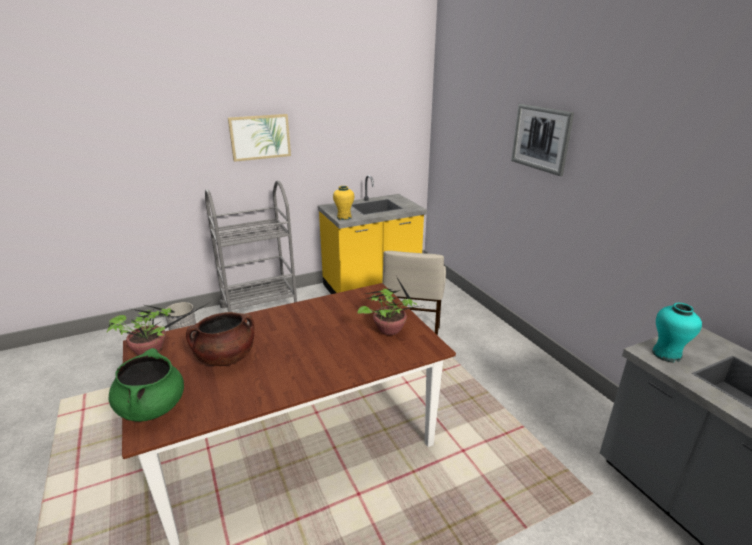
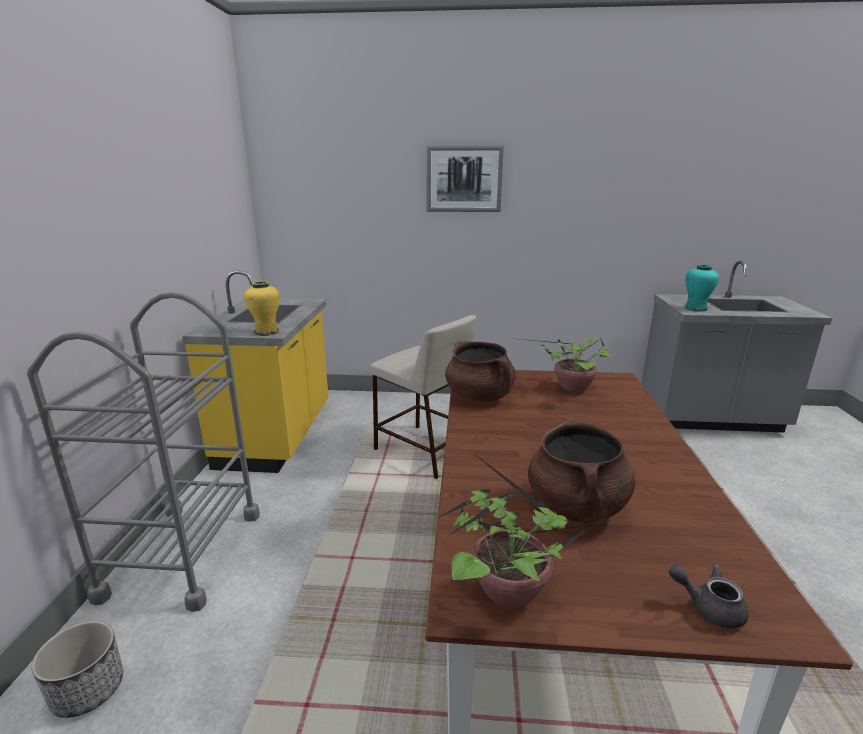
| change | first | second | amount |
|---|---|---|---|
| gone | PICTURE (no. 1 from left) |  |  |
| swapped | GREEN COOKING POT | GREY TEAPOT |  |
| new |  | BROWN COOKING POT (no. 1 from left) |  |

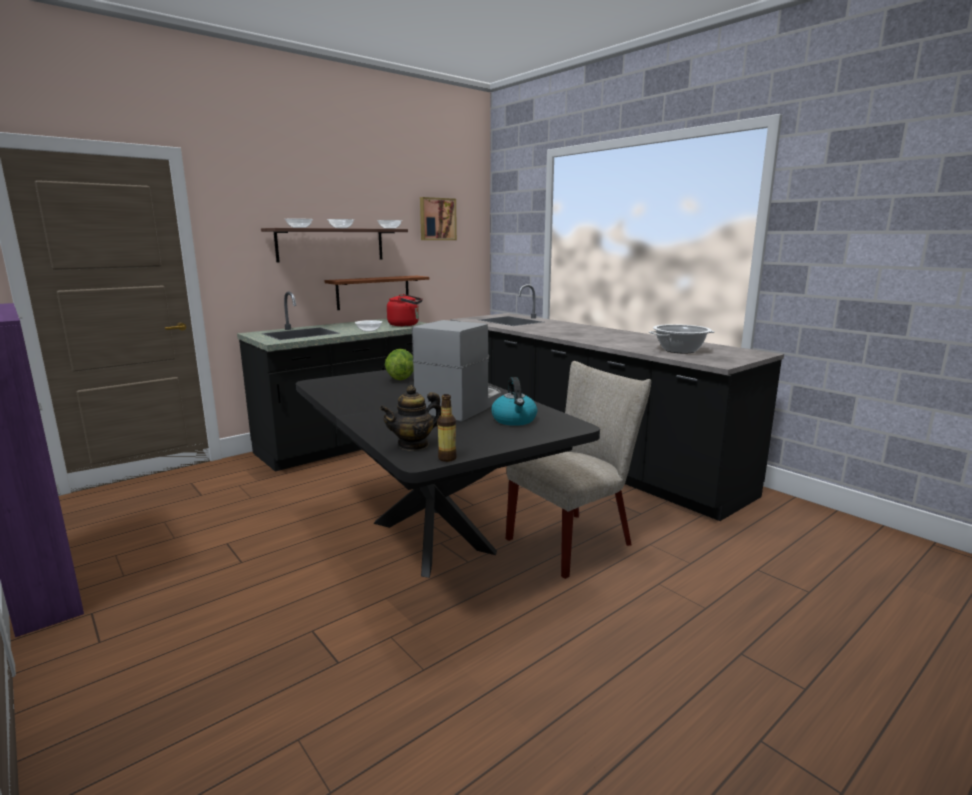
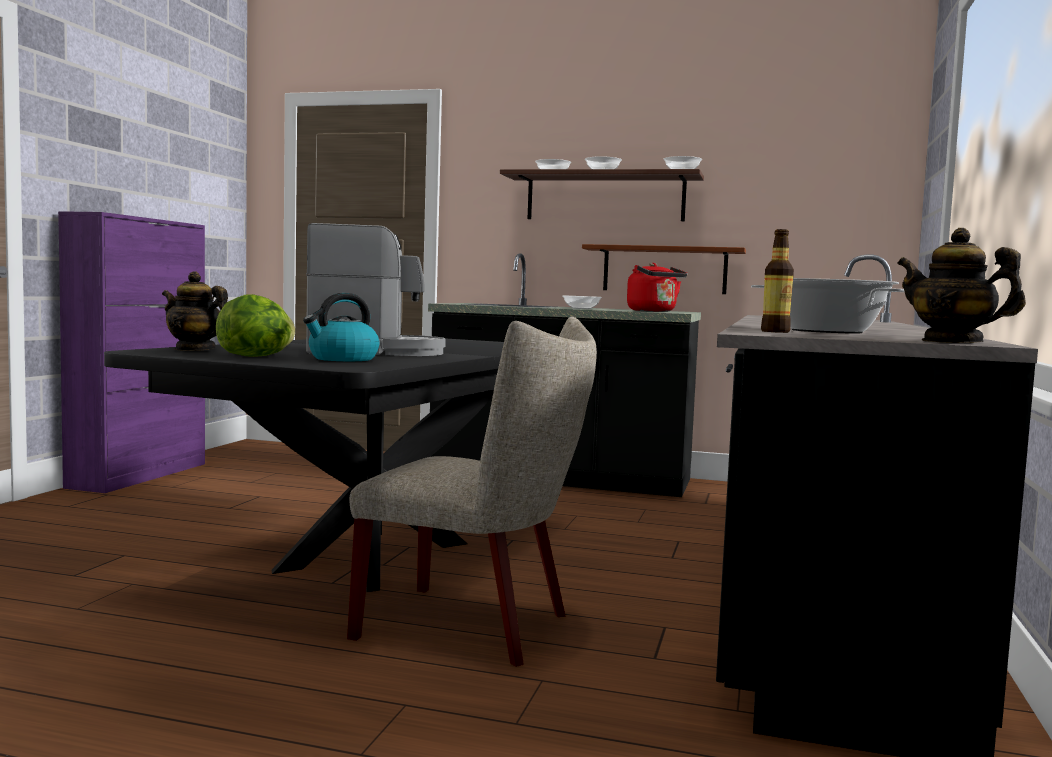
| change | first | second | amount |
|---|---|---|---|
| gone | PICTURE |  |  |
| shifted | LETTUCE |  |  |
| shifted | BOTTLE |  |  |
| new |  | TEAPOT (no. 2 from left) |  |

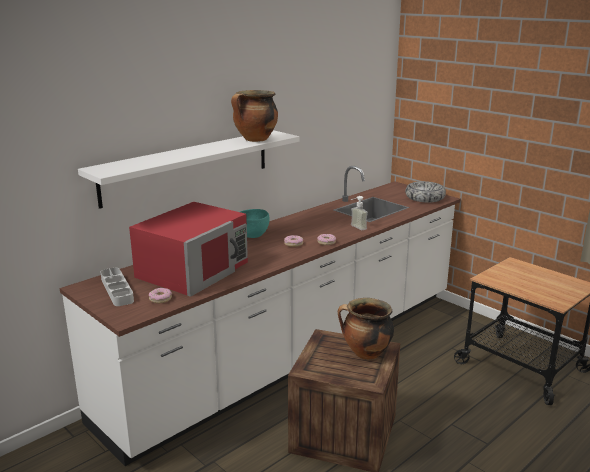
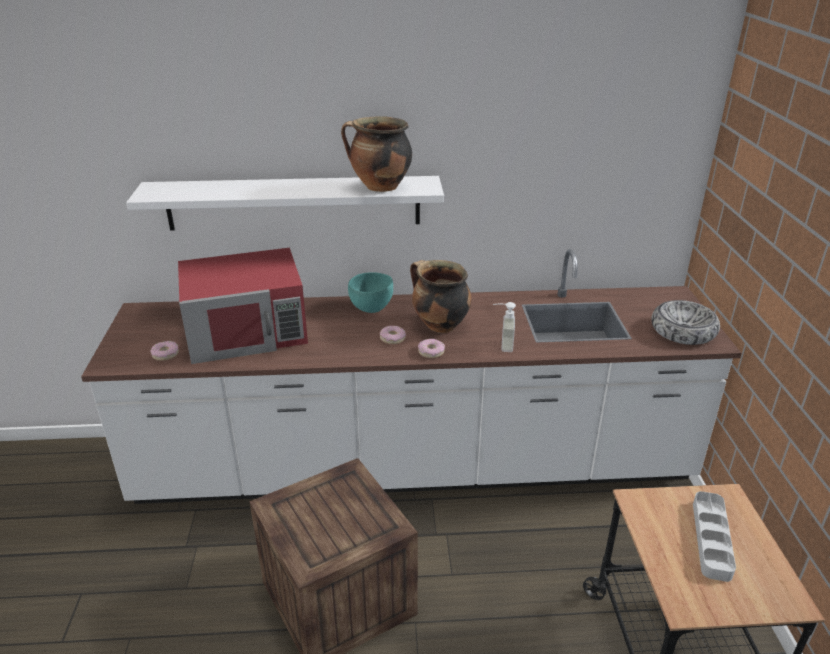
| change | first | second | amount |
|---|---|---|---|
| shifted | GREY TRAY |  |  |
| shifted | COOKING POT (no. 2 from left) |  |  |

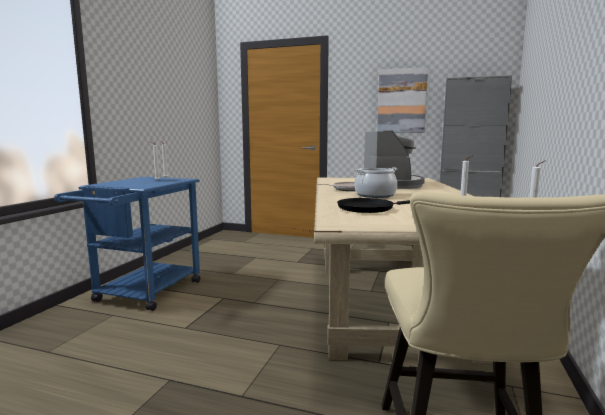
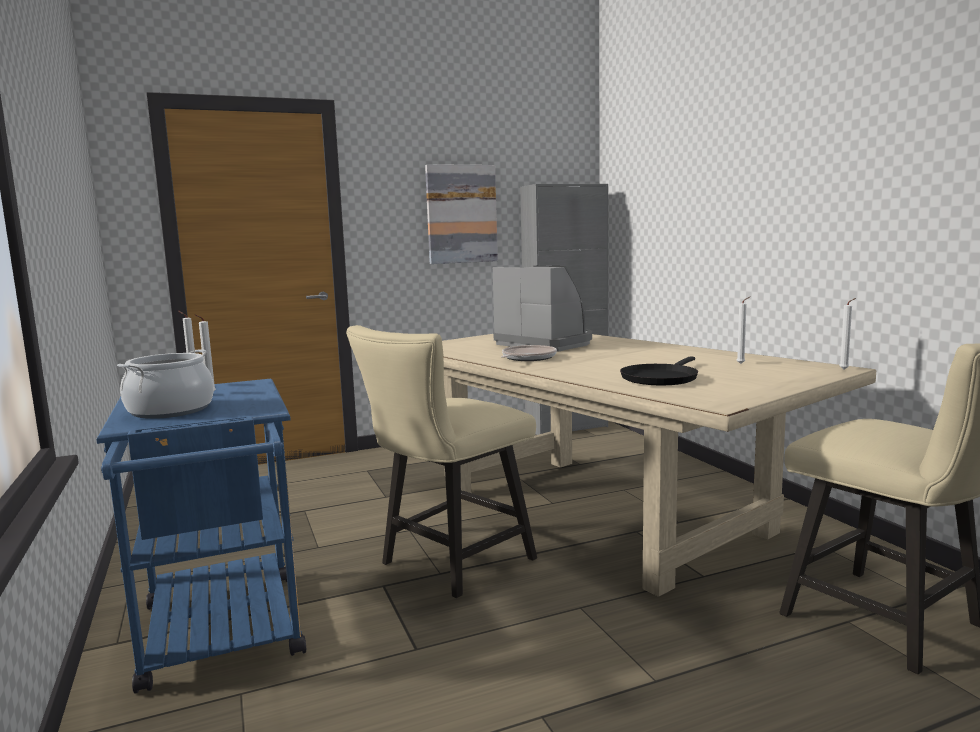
| change | first | second | amount |
|---|---|---|---|
| shifted | COOKING POT |  |  |
| new |  | BEIGE CHAIR (no. 1 from left) |  |

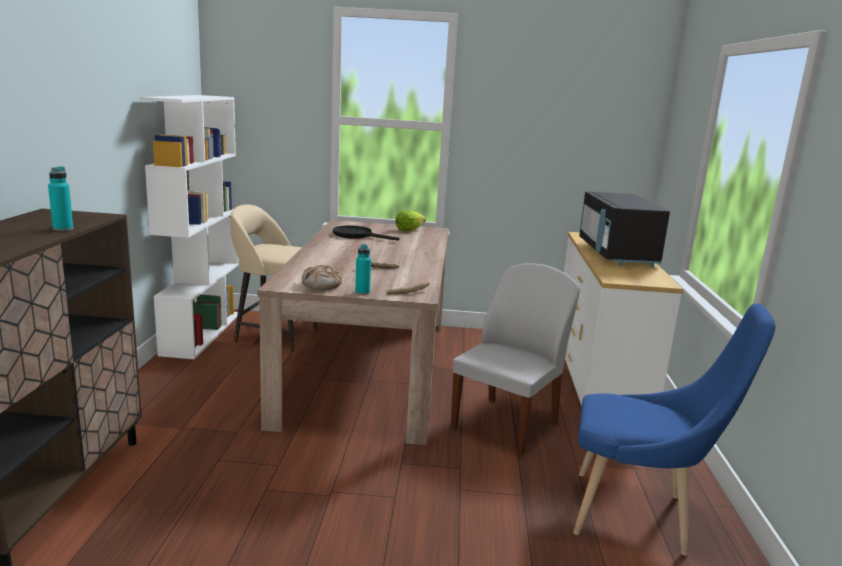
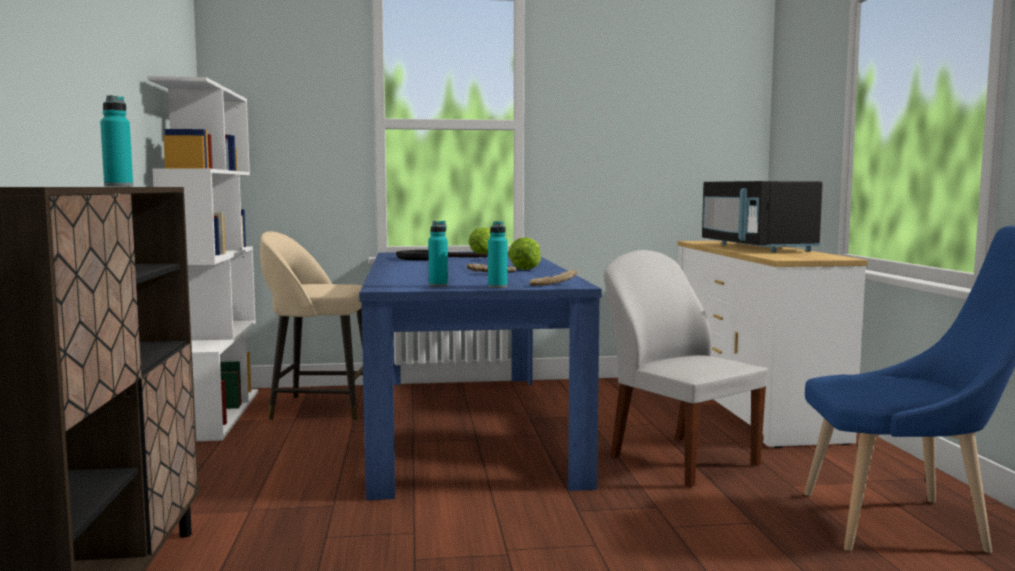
| change | first | second | amount |
|---|---|---|---|
| repainted | BEIGE DINING TABLE | BLUE DINING TABLE |  |
| rotated | WHITE CHAIR |  | 60 degrees counterclockwise |
| swapped | BREAD (no. 1 from left) | TURQUOISE BOTTLE (no. 2 from left) |  |
| new |  | LETTUCE (no. 2 from left) |  |

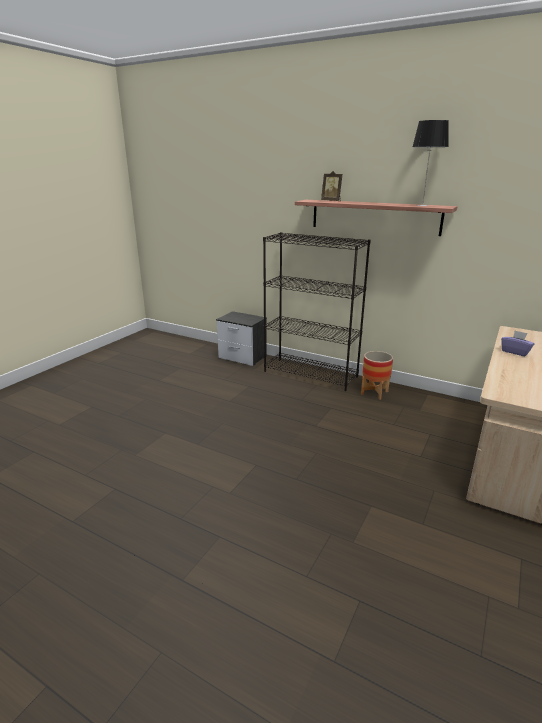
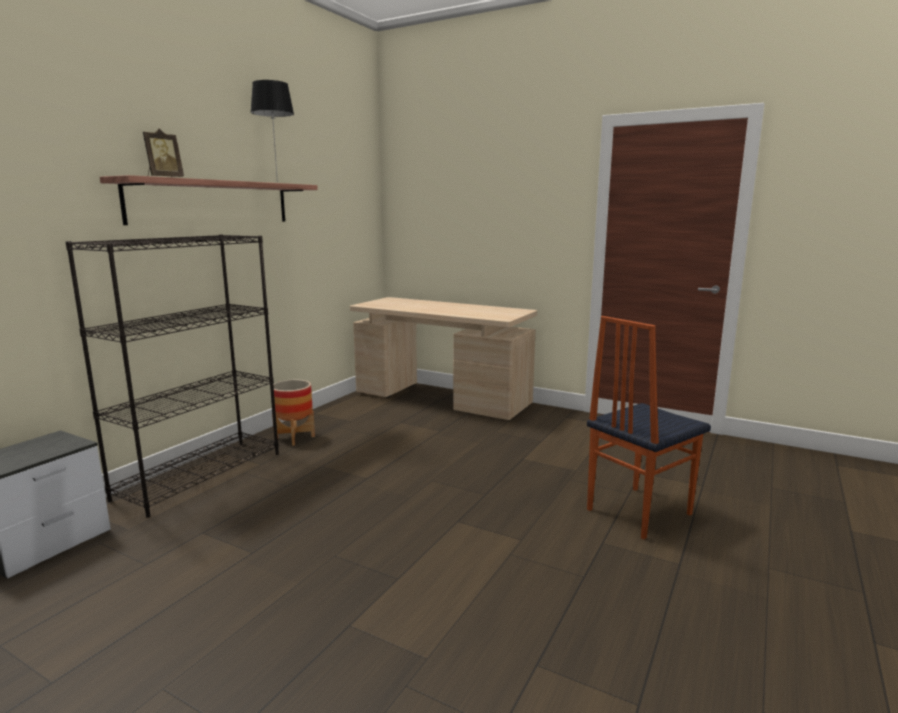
| change | first | second | amount |
|---|---|---|---|
| gone | PURPLE TISSUE BOX |  |  |
| new |  | CHAIR |  |

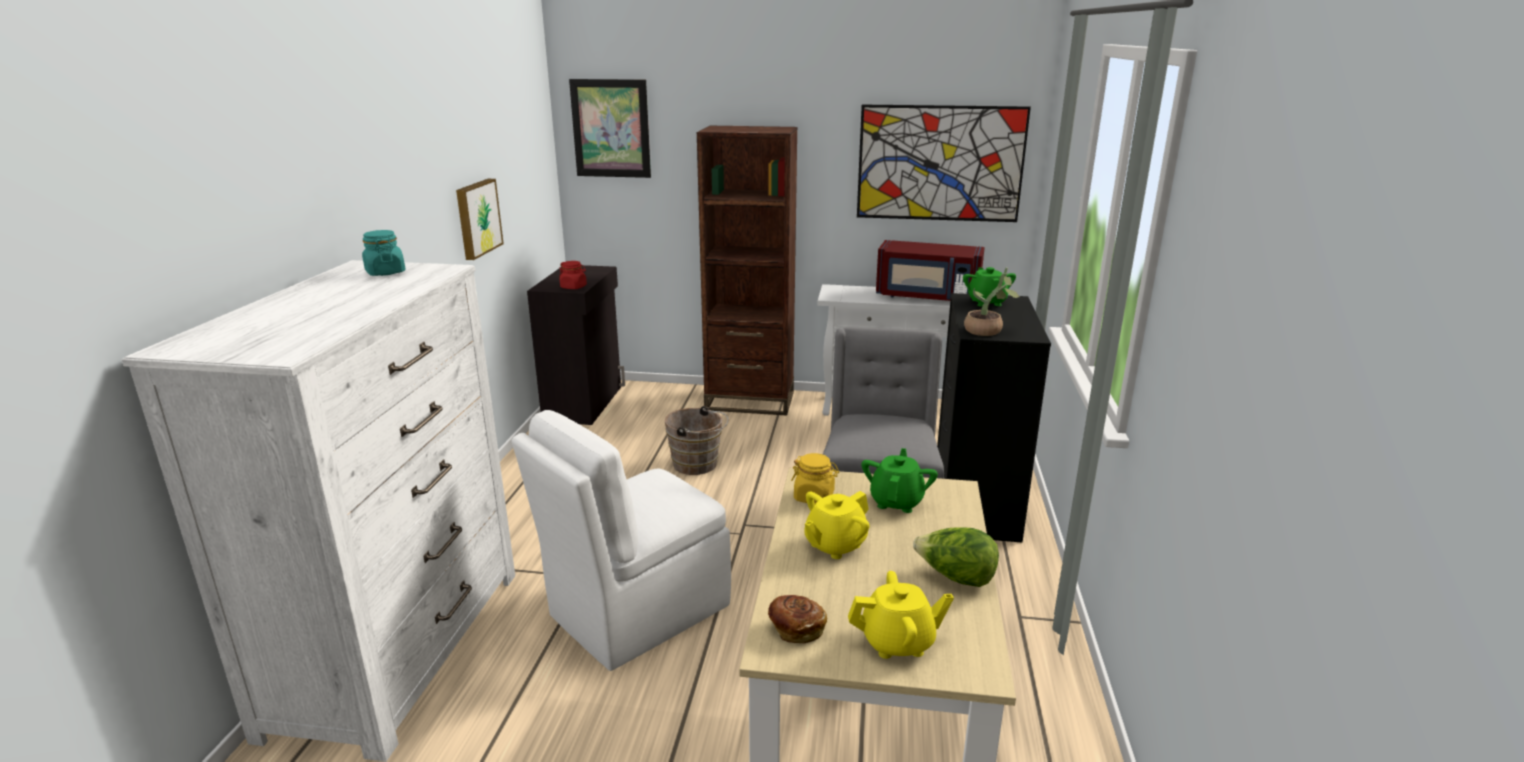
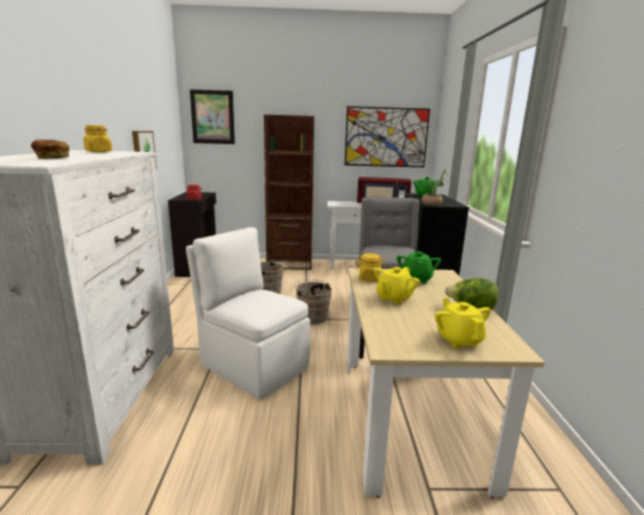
| change | first | second | amount |
|---|---|---|---|
| repainted | TURQUOISE JAR | YELLOW JAR (no. 1 from left) |  |
| rotated | WHITE CHAIR |  | 90 degrees clockwise |
| rotated | YELLOW TEAPOT (no. 2 from left) |  | 90 degrees counterclockwise |
| shifted | BREAD |  |  |
| new |  | BROWN BUCKET (no. 2 from left) |  |

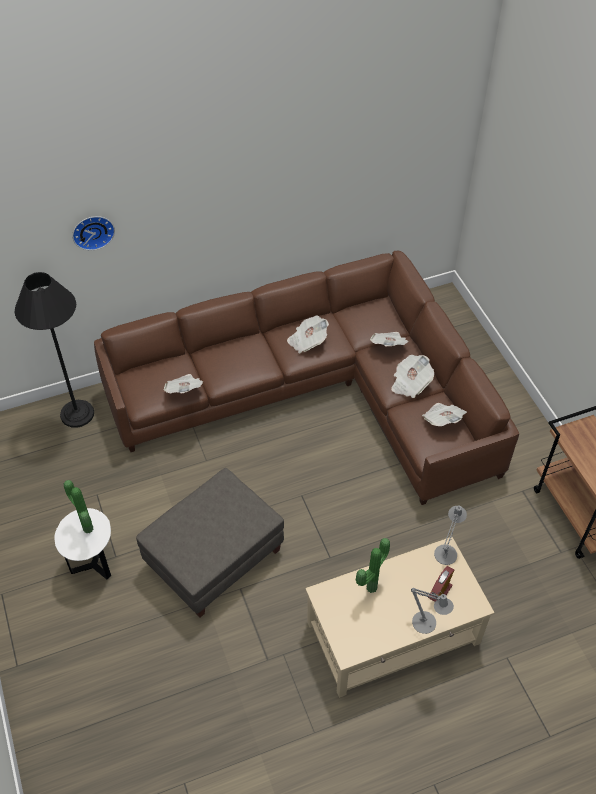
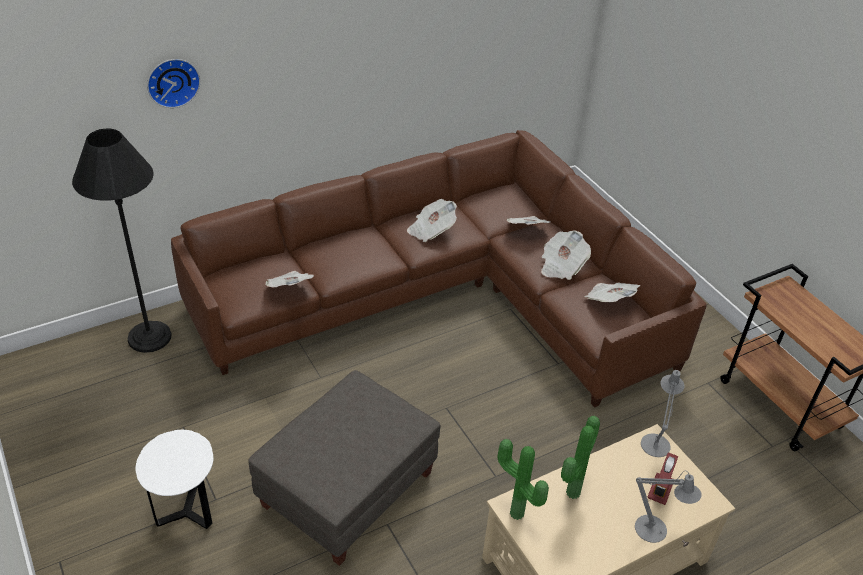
| change | first | second | amount |
|---|---|---|---|
| shifted | POTTED PLANT (no. 1 from left) |  |  |

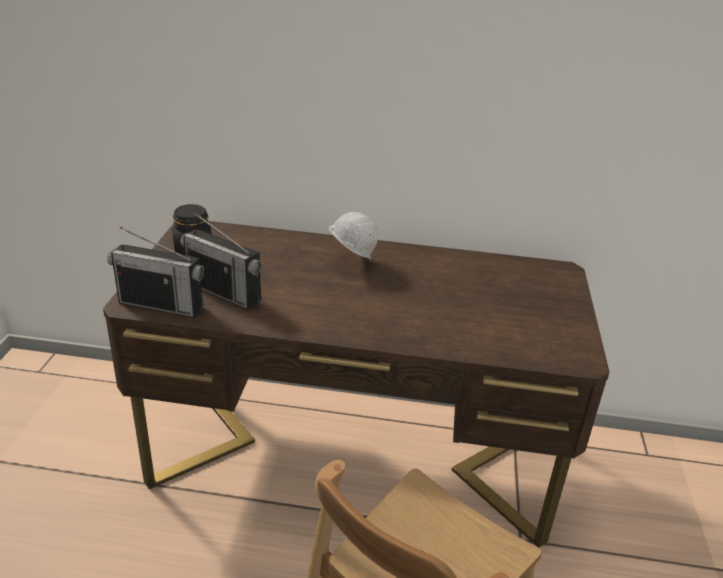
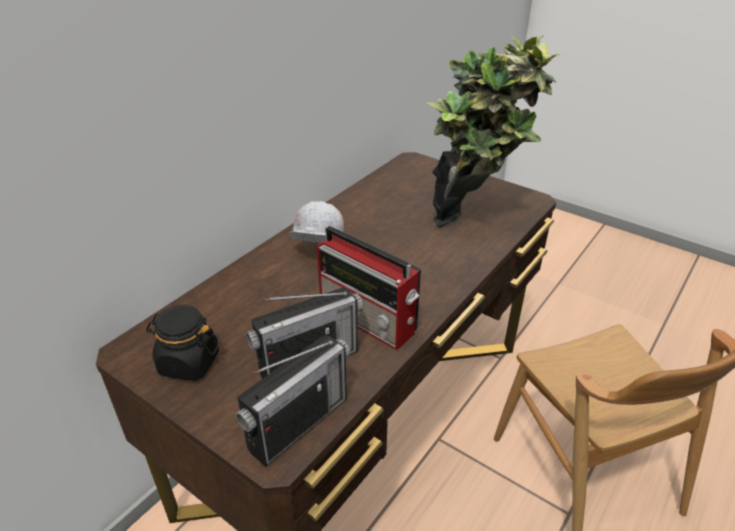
| change | first | second | amount |
|---|---|---|---|
| new |  | POTTED PLANT |  |
| new |  | RADIO (no. 3 from left) |  |

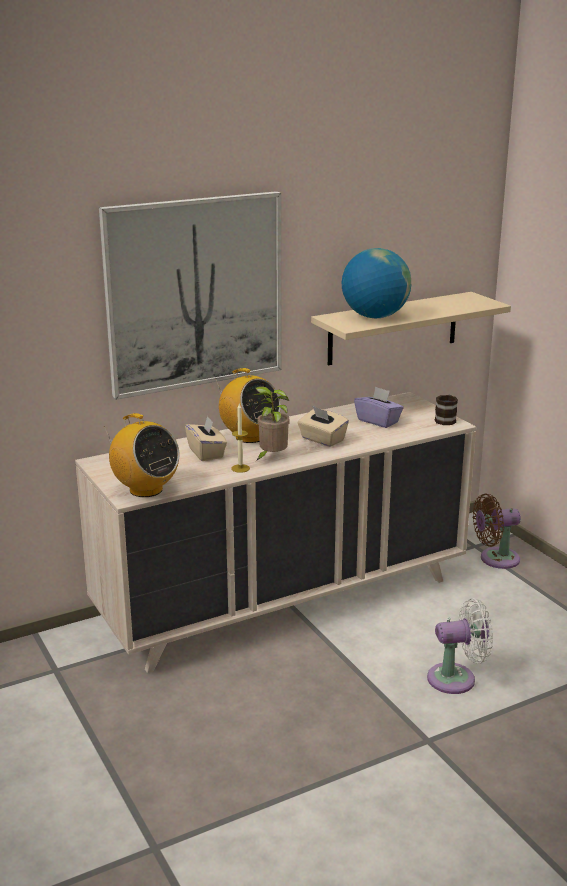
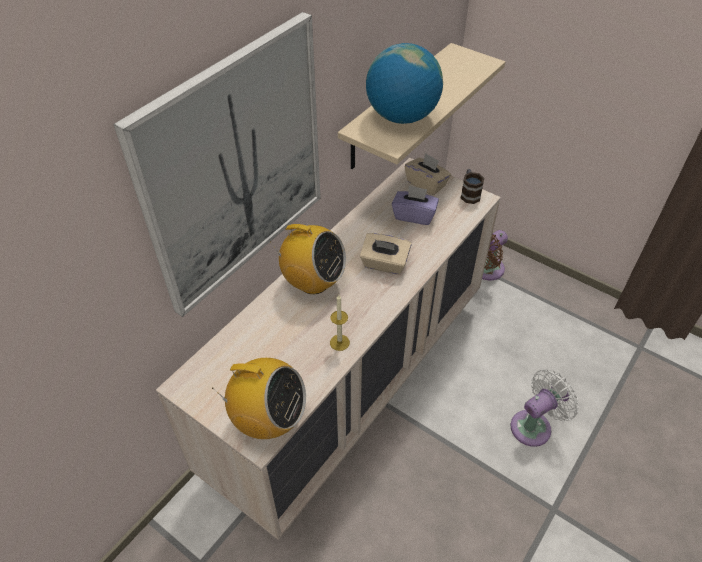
| change | first | second | amount |
|---|---|---|---|
| gone | POTTED PLANT |  |  |
| shifted | BEIGE TISSUE BOX (no. 1 from left in the first image) | BEIGE TISSUE BOX (no. 2 from left) |  |

